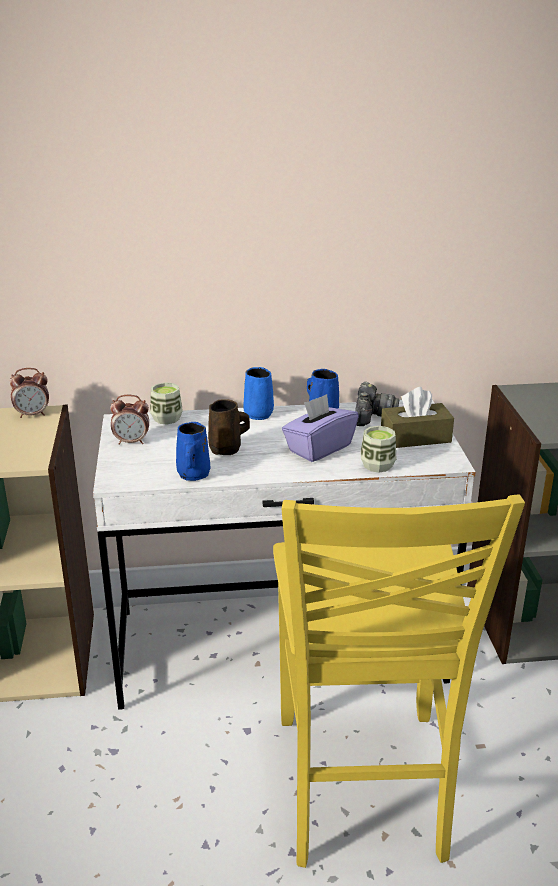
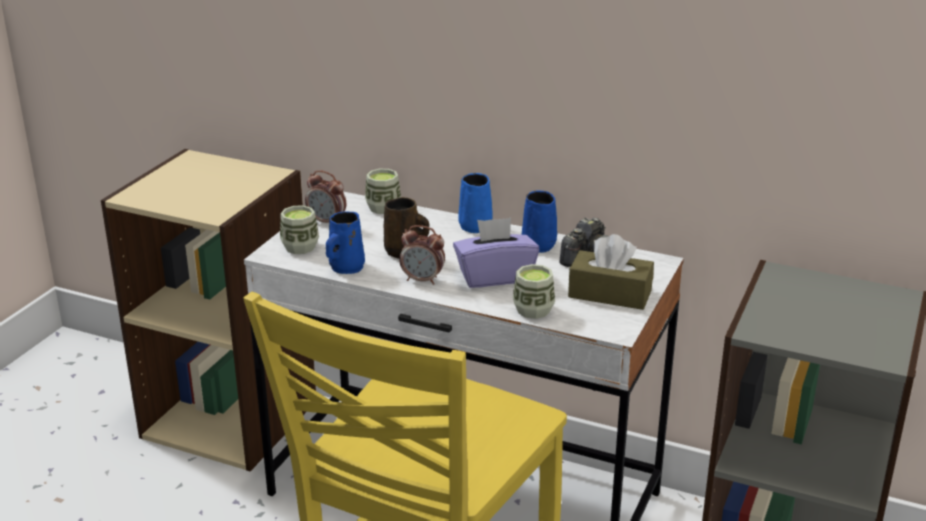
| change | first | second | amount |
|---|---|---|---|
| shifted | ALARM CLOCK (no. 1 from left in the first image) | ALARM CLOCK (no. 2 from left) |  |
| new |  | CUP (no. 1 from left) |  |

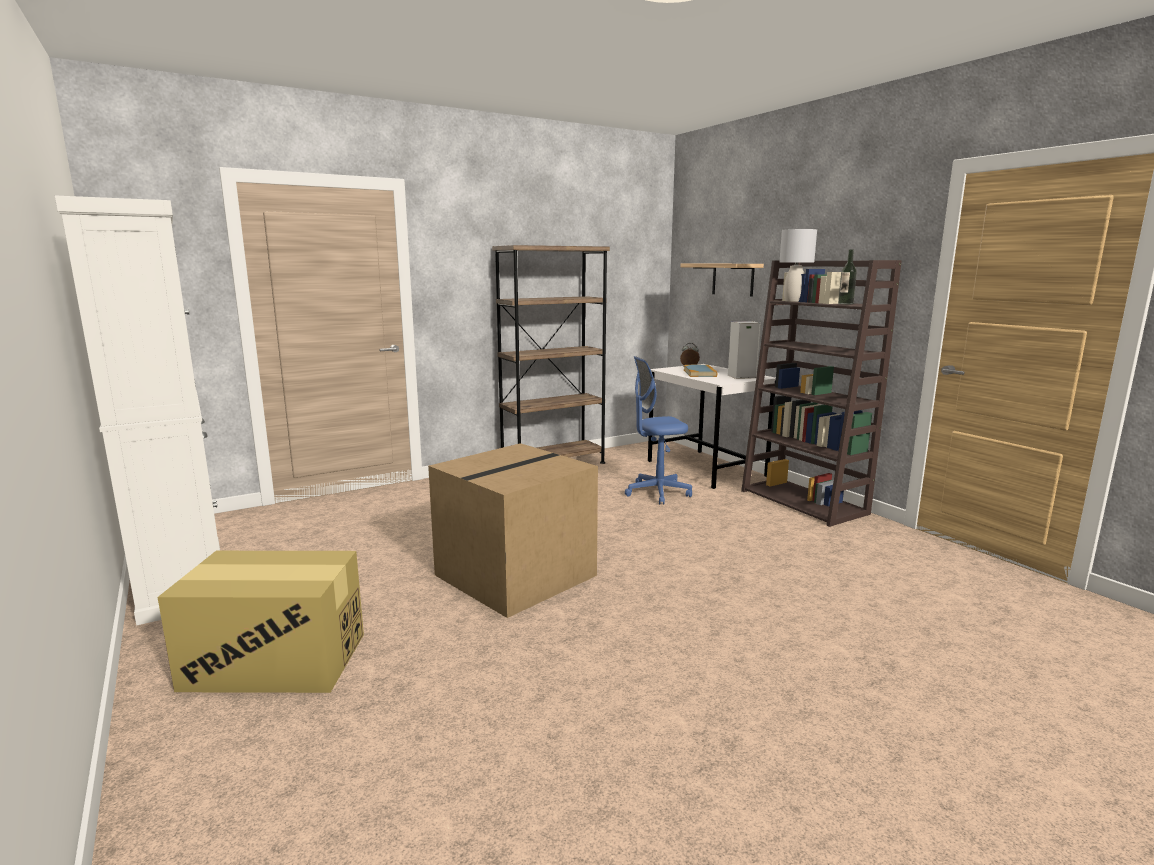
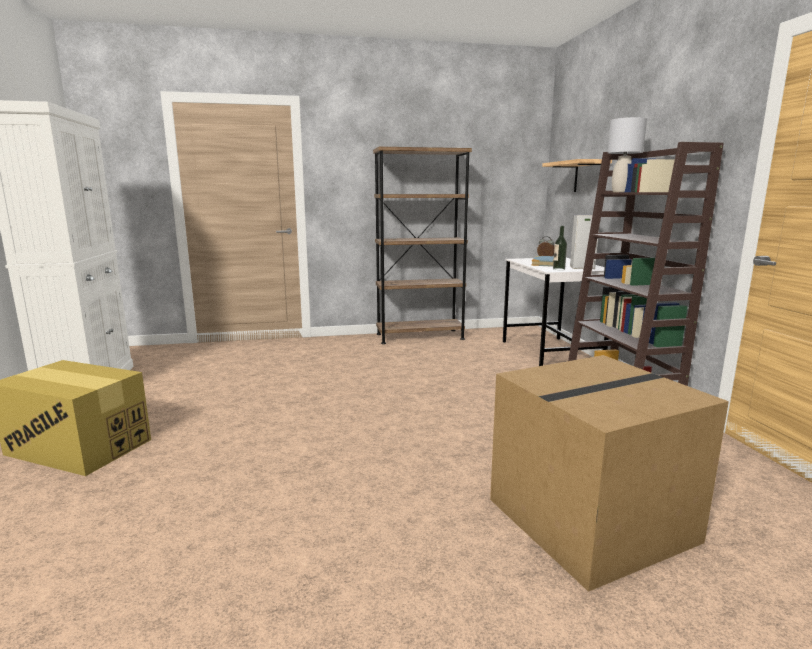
| change | first | second | amount |
|---|---|---|---|
| shifted | BOTTLE |  |  |
| gone | BLUE OFFICE CHAIR |  |  |
| shifted | CARDBOARD BOX (no. 2 from left) |  |  |

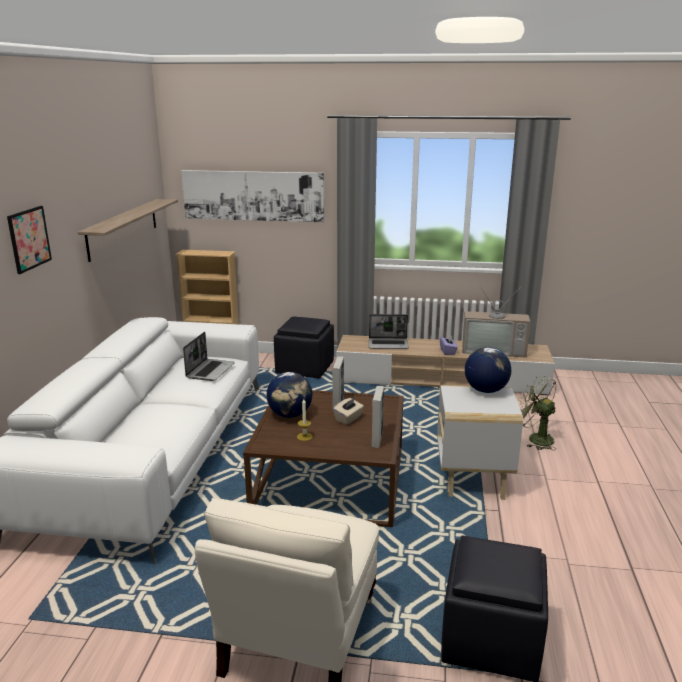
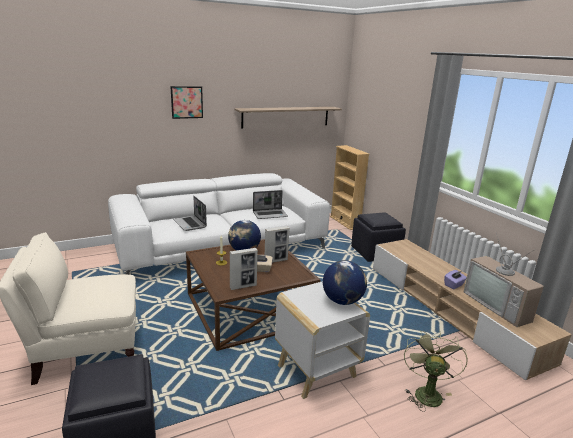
| change | first | second | amount |
|---|---|---|---|
| gone | PICTURE (no. 2 from left) |  |  |
| shifted | LAPTOP (no. 2 from left in the first image) | LAPTOP (no. 1 from left) |  |

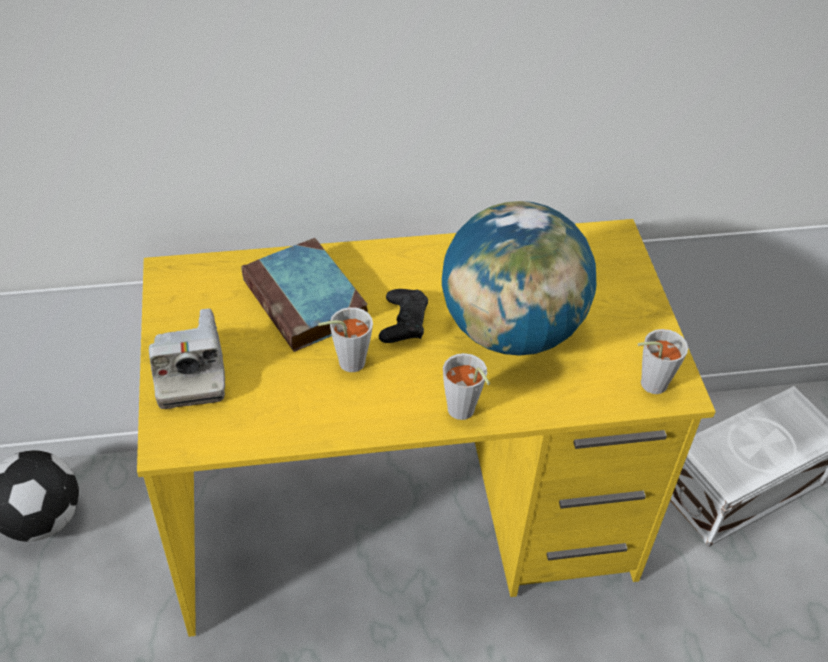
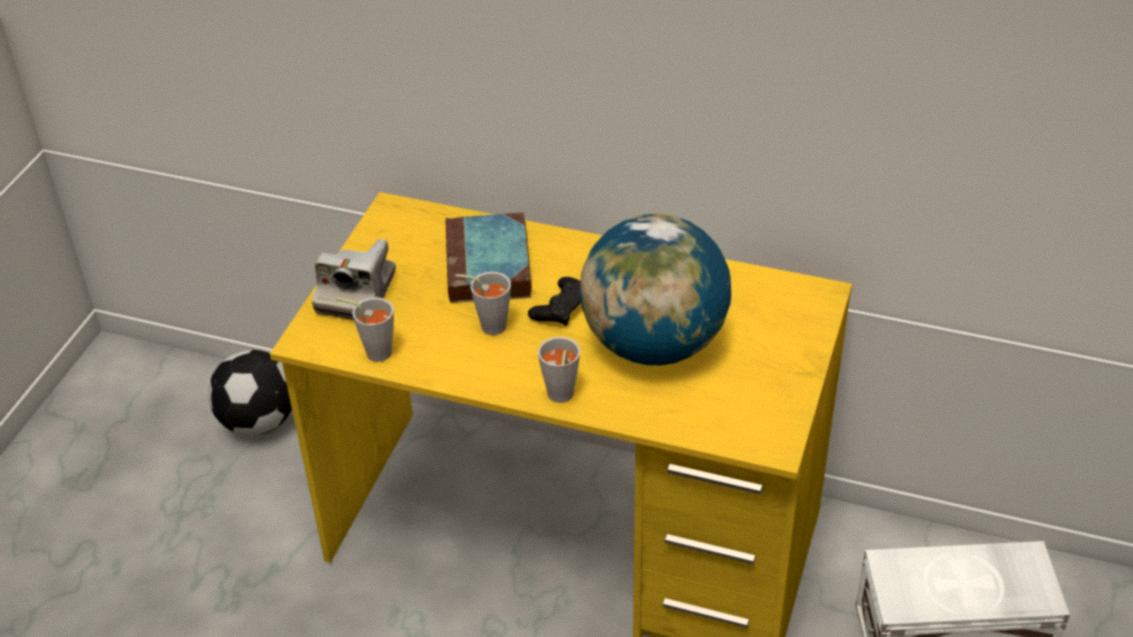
| change | first | second | amount |
|---|---|---|---|
| shifted | GREY CUP (no. 3 from left in the first image) | GREY CUP (no. 1 from left) |  |

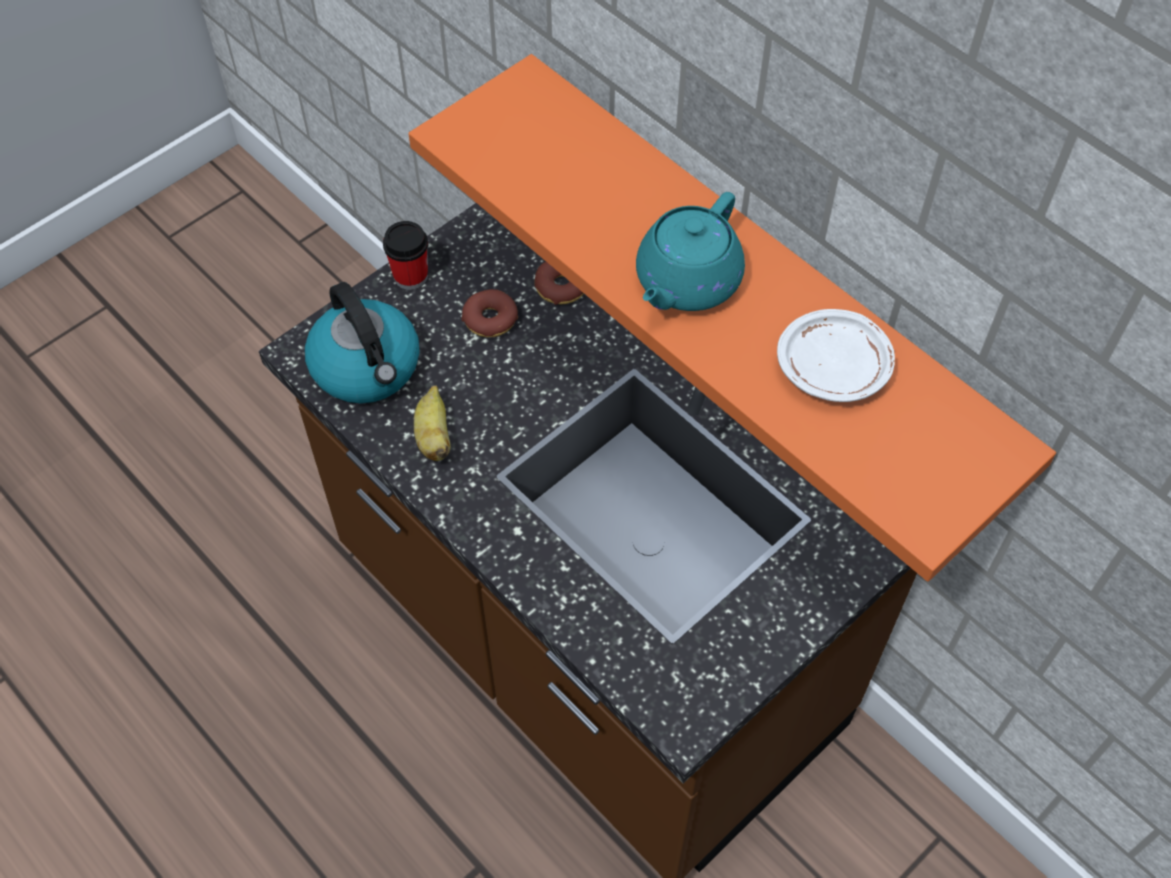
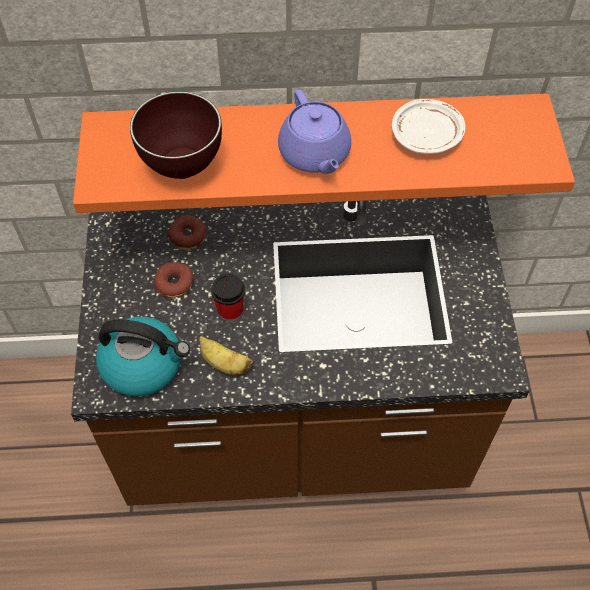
| change | first | second | amount |
|---|---|---|---|
| repainted | TURQUOISE TEAPOT | PURPLE TEAPOT |  |
| shifted | CUP |  |  |
| new |  | BROWN BOWL |  |

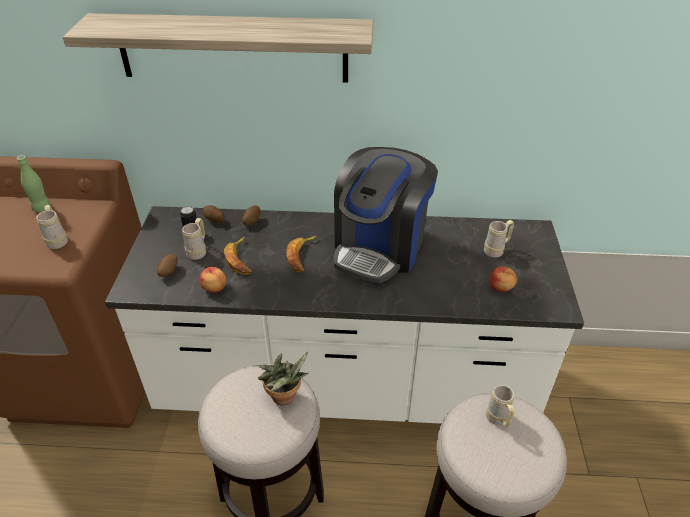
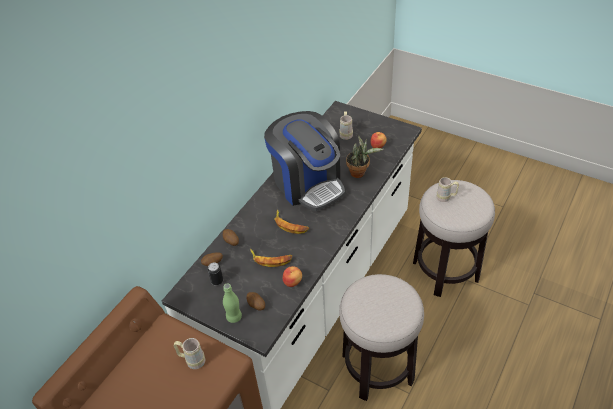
| change | first | second | amount |
|---|---|---|---|
| gone | SHELF |  |  |
| shifted | GREEN BOTTLE |  |  |
| gone | BEIGE MUG (no. 2 from left) |  |  |
| shifted | POTTED PLANT |  |  |

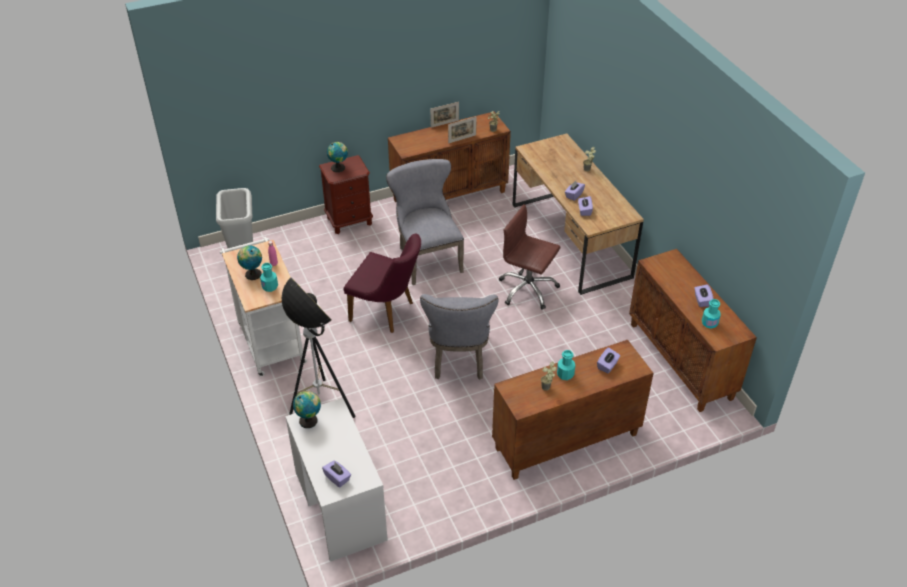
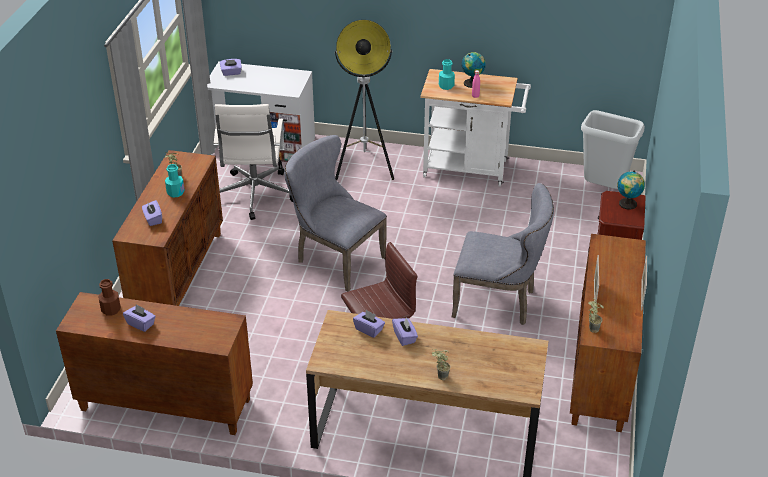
| change | first | second | amount |
|---|---|---|---|
| gone | PURPLE CHAIR |  |  |
| repainted | TURQUOISE BOTTLE (no. 3 from left) | BROWN BOTTLE |  |
| gone | GLOBE (no. 2 from left) |  |  |
| new |  | WHITE OFFICE CHAIR |  |

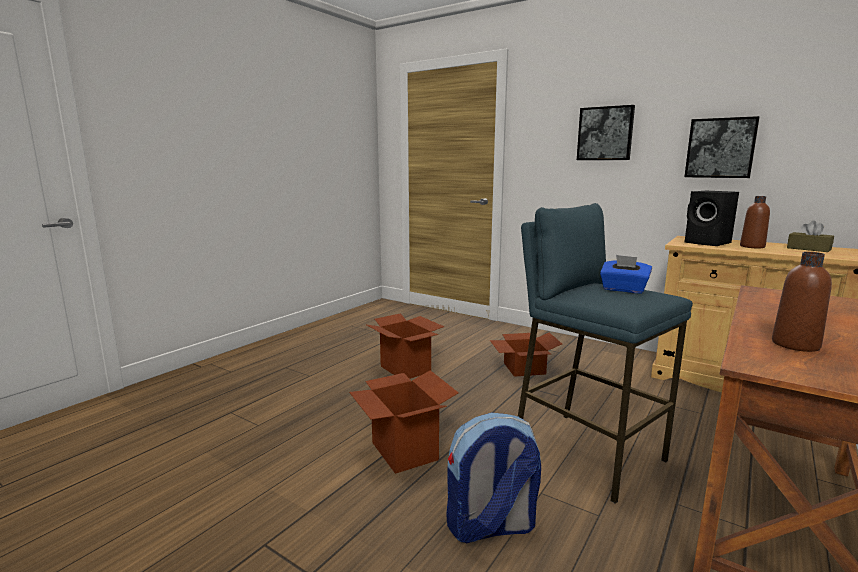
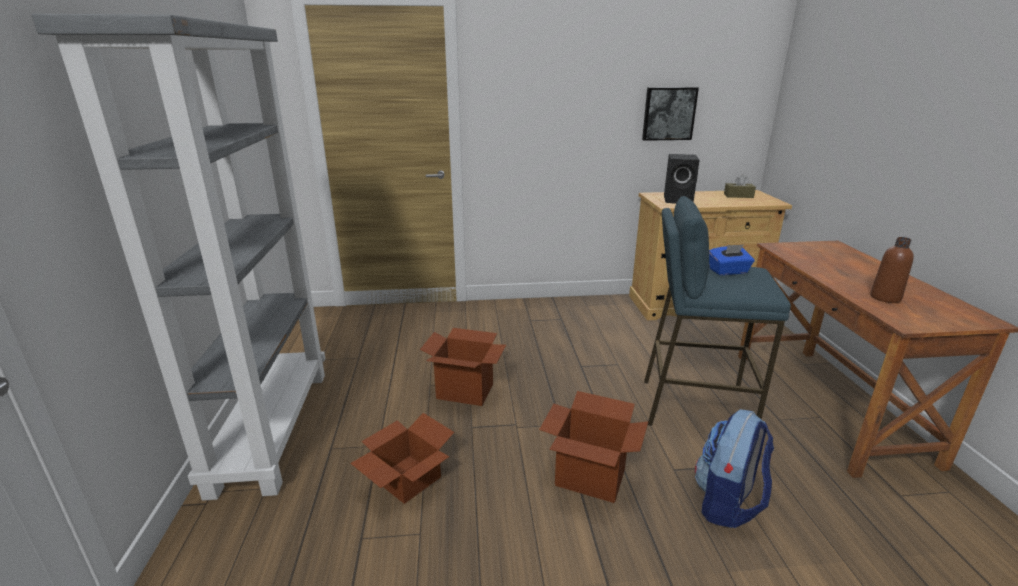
| change | first | second | amount |
|---|---|---|---|
| gone | PICTURE (no. 1 from left) |  |  |
| gone | BROWN BOTTLE (no. 1 from left) |  |  |
| shifted | CARDBOARD BOX (no. 3 from left in the first image) | CARDBOARD BOX (no. 1 from left) |  |
| new |  | GREY BOOKCASE |  |

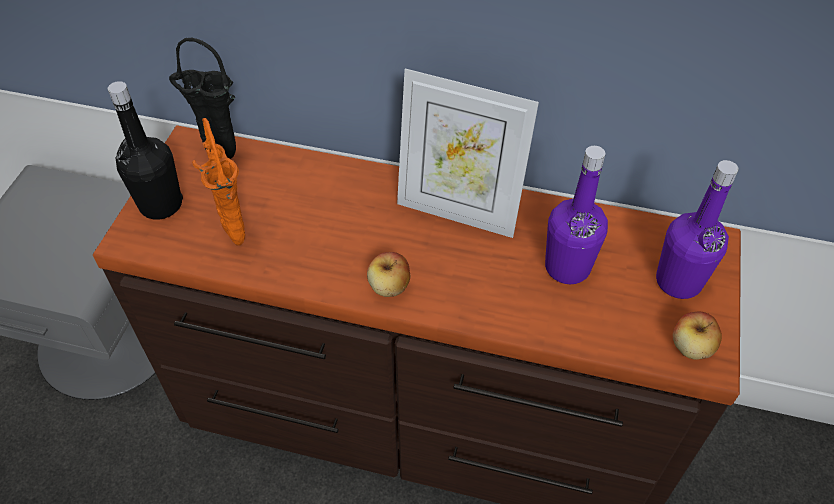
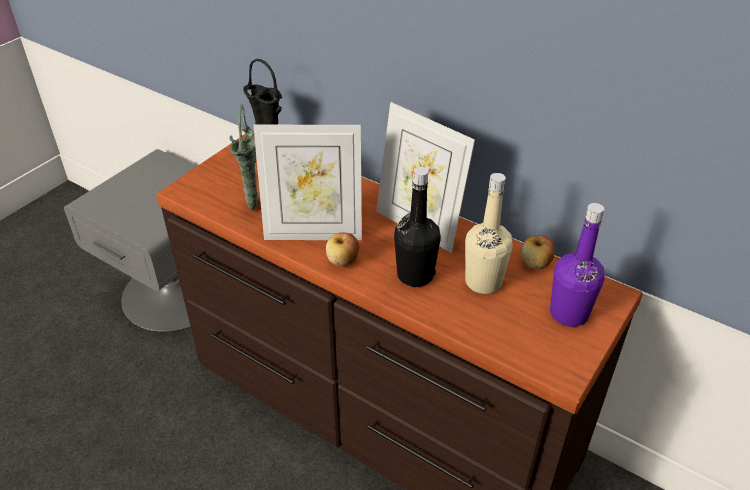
| change | first | second | amount |
|---|---|---|---|
| shifted | BLACK BOTTLE |  |  |
| repainted | ORANGE VASE | GREEN VASE |  |
| repainted | PURPLE BOTTLE (no. 1 from left) | BEIGE BOTTLE |  |
| shifted | APPLE (no. 2 from left) |  |  |
| new |  | PICTURE FRAME (no. 1 from left) |  |

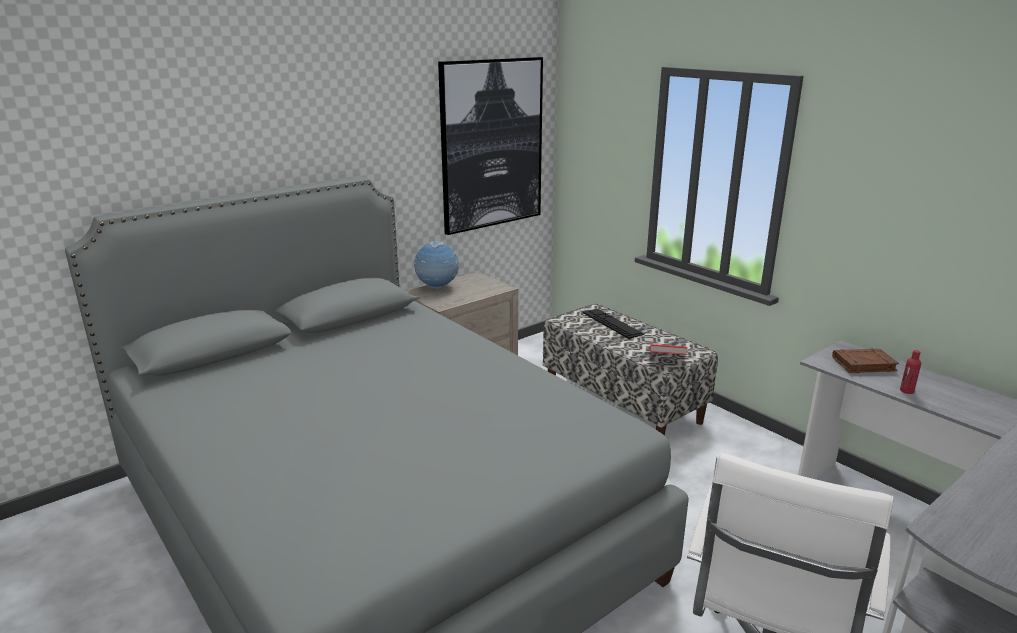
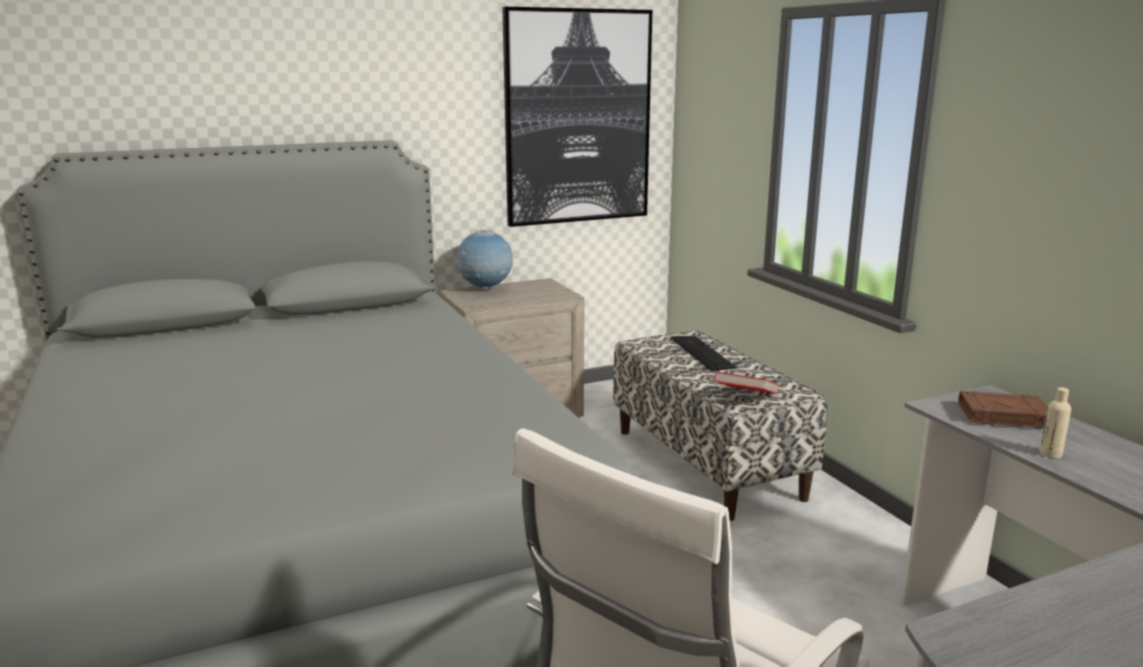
| change | first | second | amount |
|---|---|---|---|
| repainted | RED BOTTLE | BEIGE BOTTLE |  |

